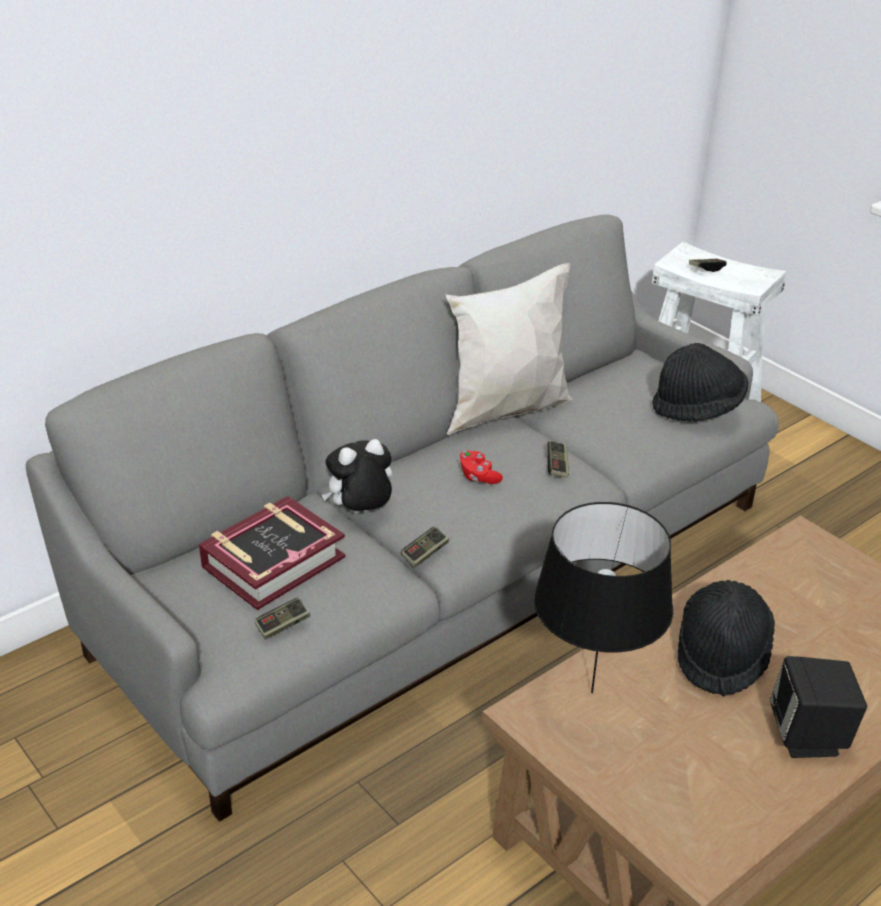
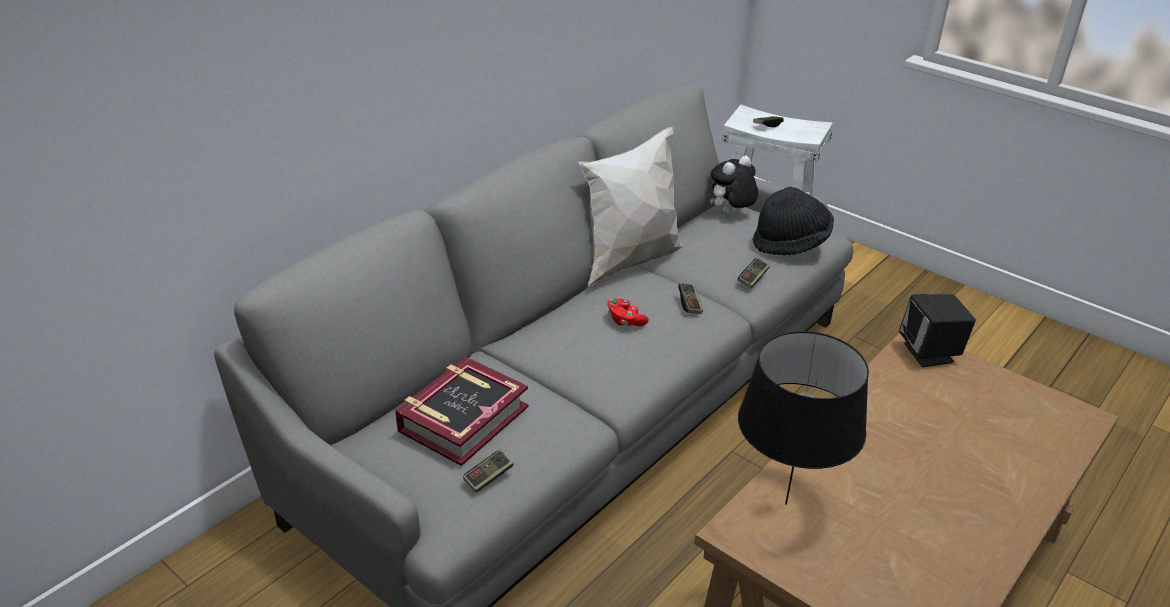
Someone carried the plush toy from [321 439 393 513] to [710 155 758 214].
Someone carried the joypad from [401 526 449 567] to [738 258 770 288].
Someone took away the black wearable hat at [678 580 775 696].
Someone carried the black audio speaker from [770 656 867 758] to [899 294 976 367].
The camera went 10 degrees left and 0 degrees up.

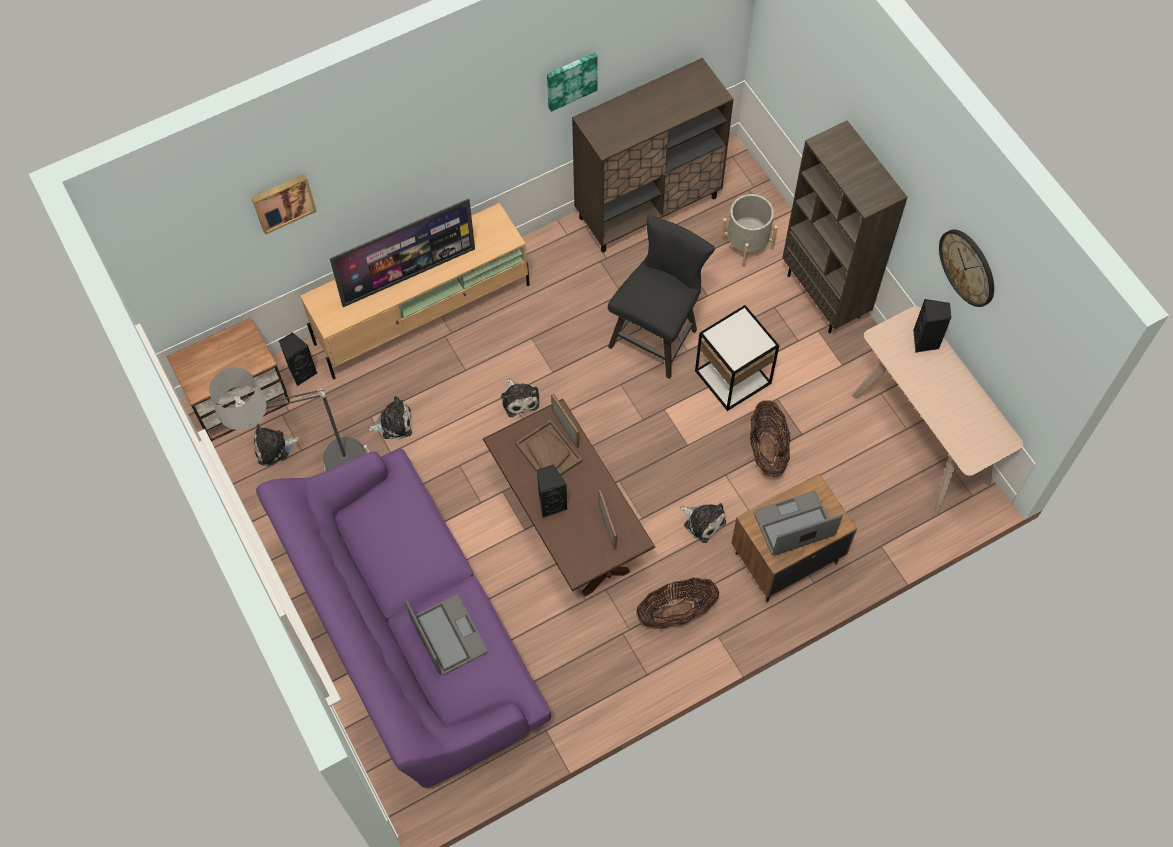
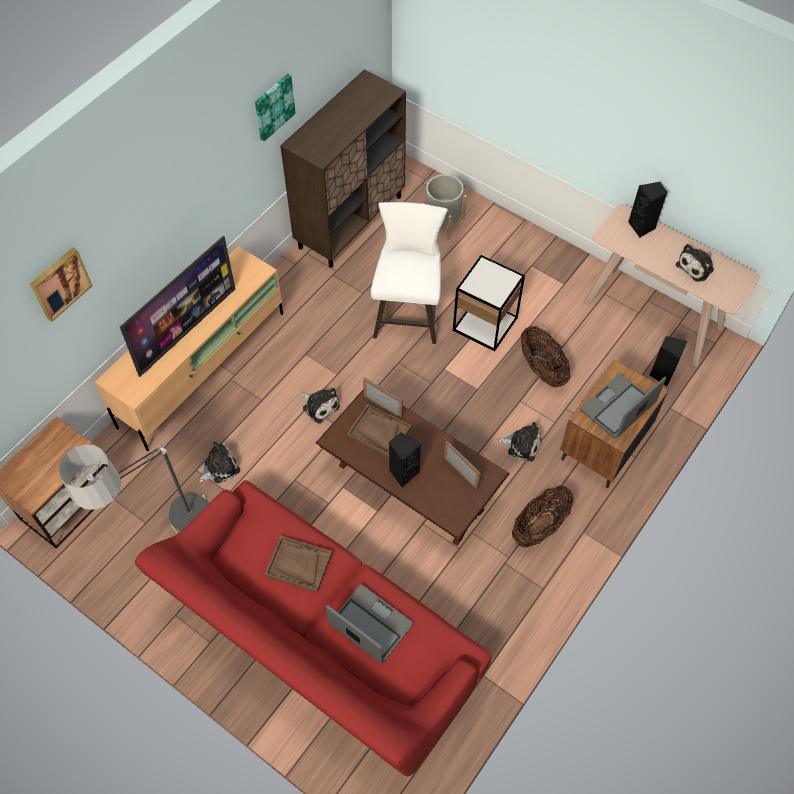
Someone took away the brown-coloured shelving unit at [782 120 907 333].
Someone repainted the black stool seat at [608 215 715 379], which became the whitish stool seat at [371 202 448 344].
Someone took away the wall clock at [939 229 994 307].
Someone carried the black audio speaker from [279 332 317 386] to [649 336 687 386].
Someone carried the plush toy from [254 424 300 466] to [676 244 714 282].
Someone repainted the purple-coloured sofa at [256 449 551 788], which became the reddish sofa at [135 480 492 777].
Someone put down the brown-coloured carrying tray at [264 535 332 592].
The camera went 25 degrees left and 5 degrees down.

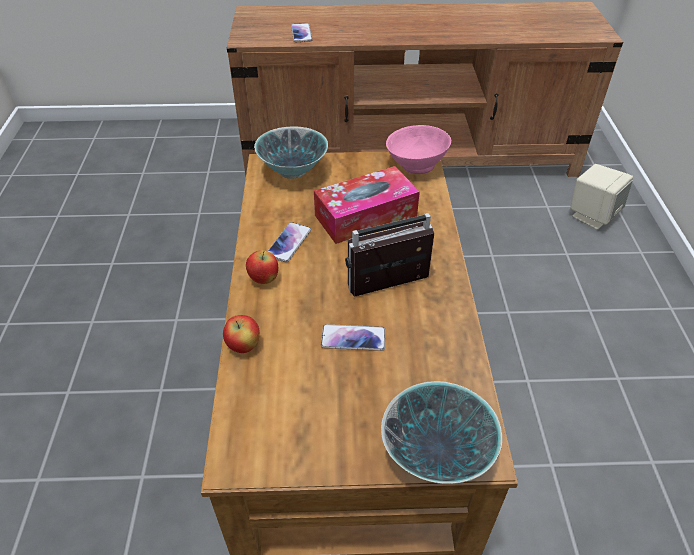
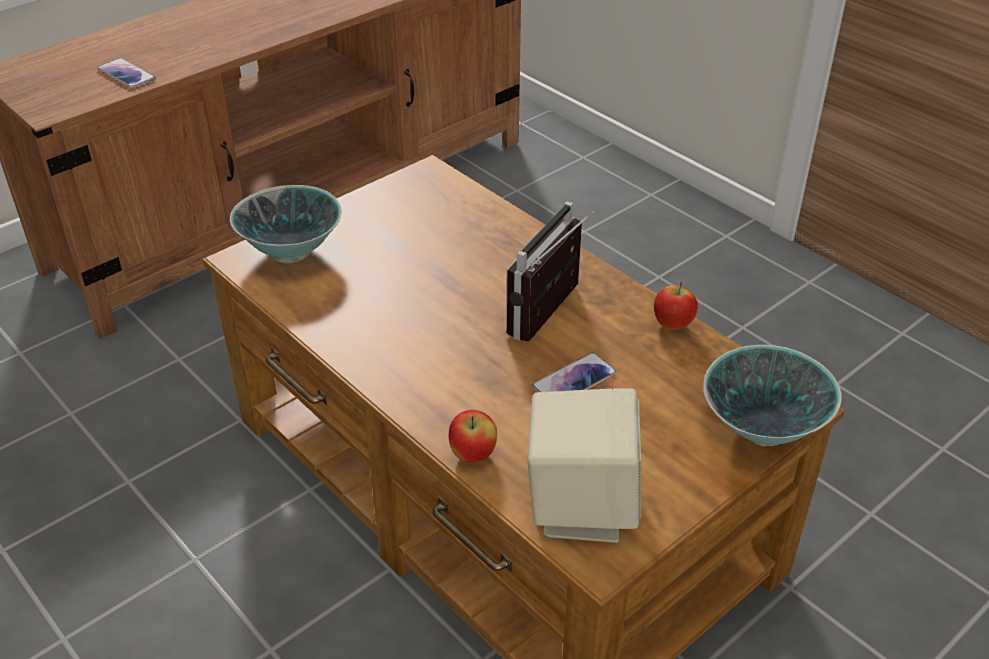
Someone took away the pink bowl at [386 125 451 174].
Someone carried the beige-coloured audio speaker from [570 164 633 230] to [528 389 642 543].
Someone took away the tissue holder at [314 166 420 244].
Someone took away the phone at [268 222 311 263].
Someone carried the apple fruit from [246 250 278 284] to [654 282 698 330].
The camera went 40 degrees left and 5 degrees down.

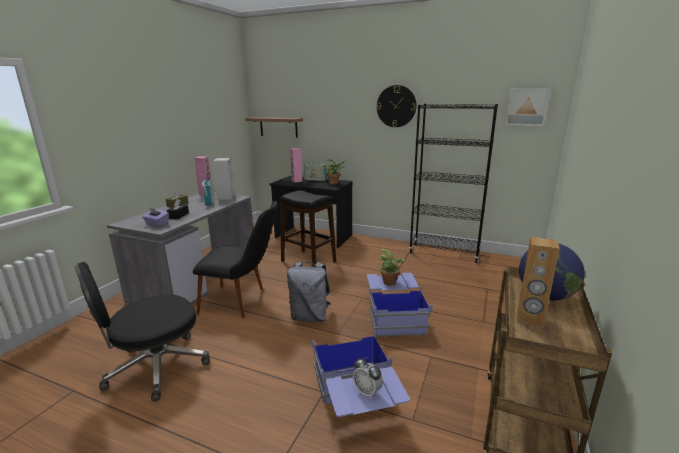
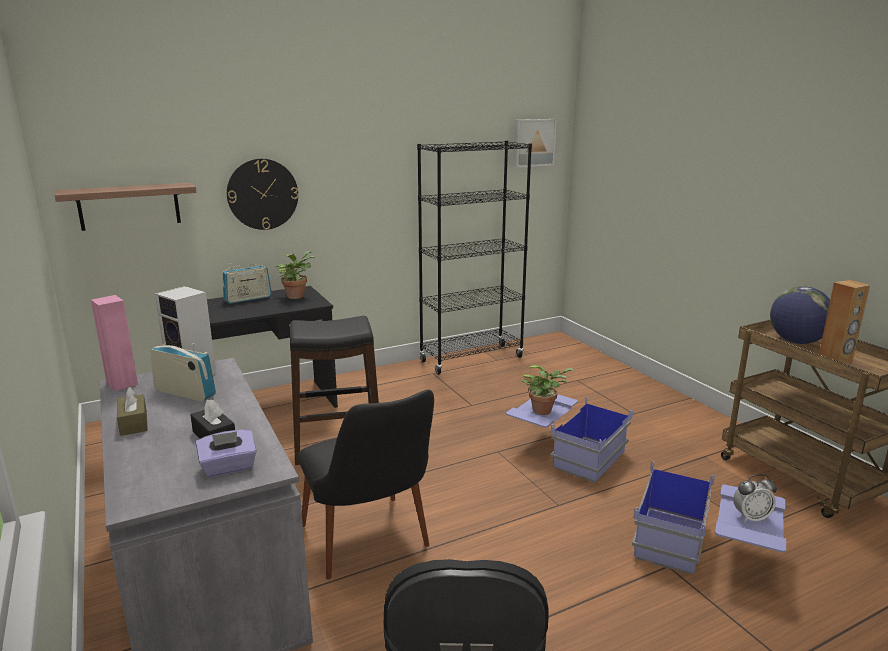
Someone carried the wall clock from [377 85 417 127] to [227 159 298 230].
Someone took away the pink audio speaker at [290 148 302 183].
Someone rotated the black plain chair at [193 201 277 318] by 105 degrees clockwise.
Someone took away the grey backpack at [287 262 331 322].
The camera went 50 degrees left and 0 degrees up.

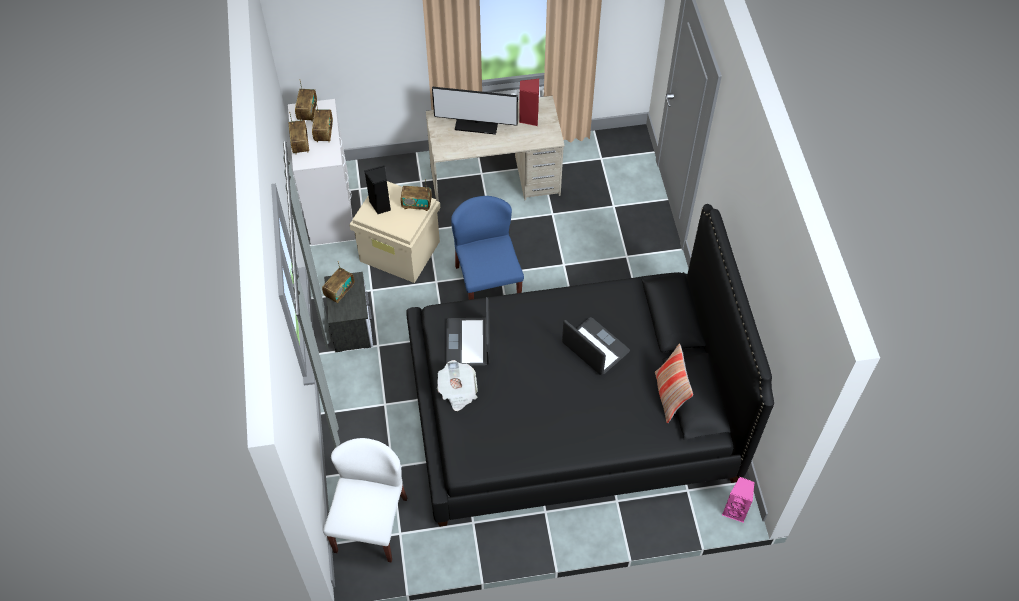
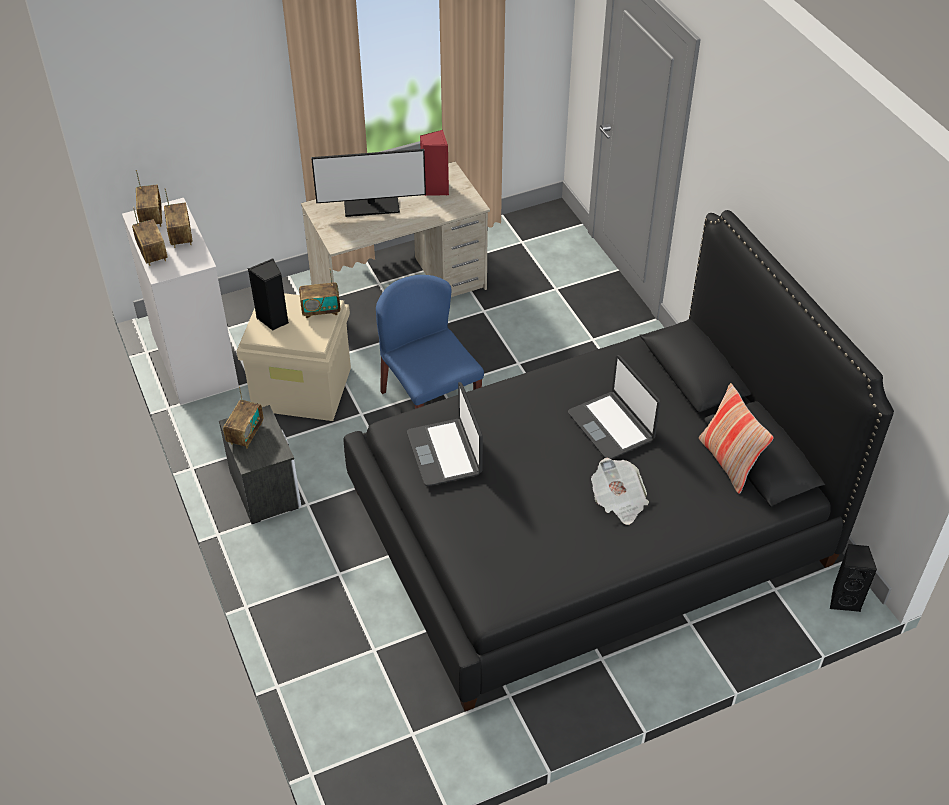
Someone rotated the laptop at [562 317 630 375] by 150 degrees counterclockwise.
Someone carried the newspaper from [437 360 478 411] to [591 458 649 525].
Someone took away the whitish plain chair at [323 438 407 562].
Someone repainted the pink audio speaker at [722 477 754 523], which became the black audio speaker at [830 544 877 612].
The camera went 15 degrees left and 10 degrees down.

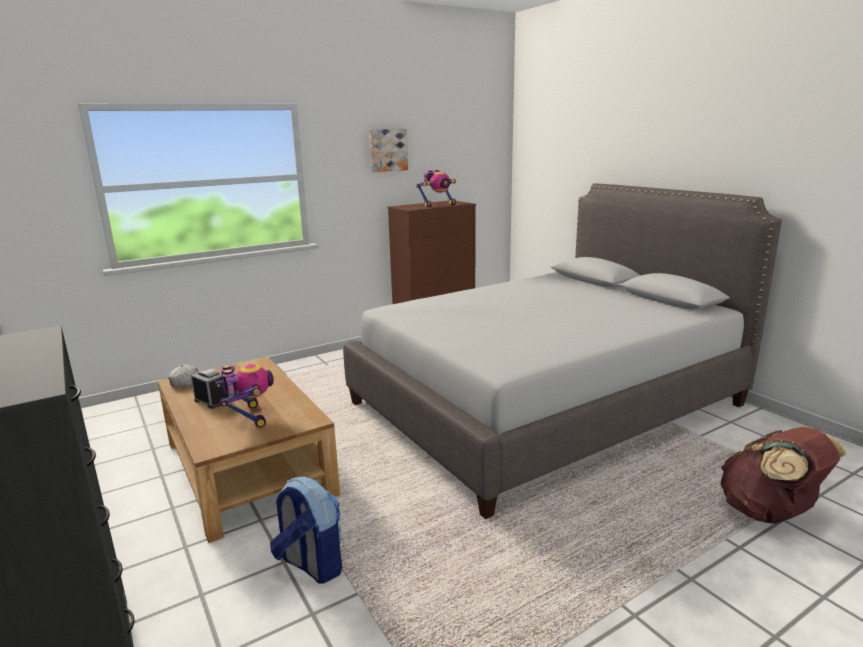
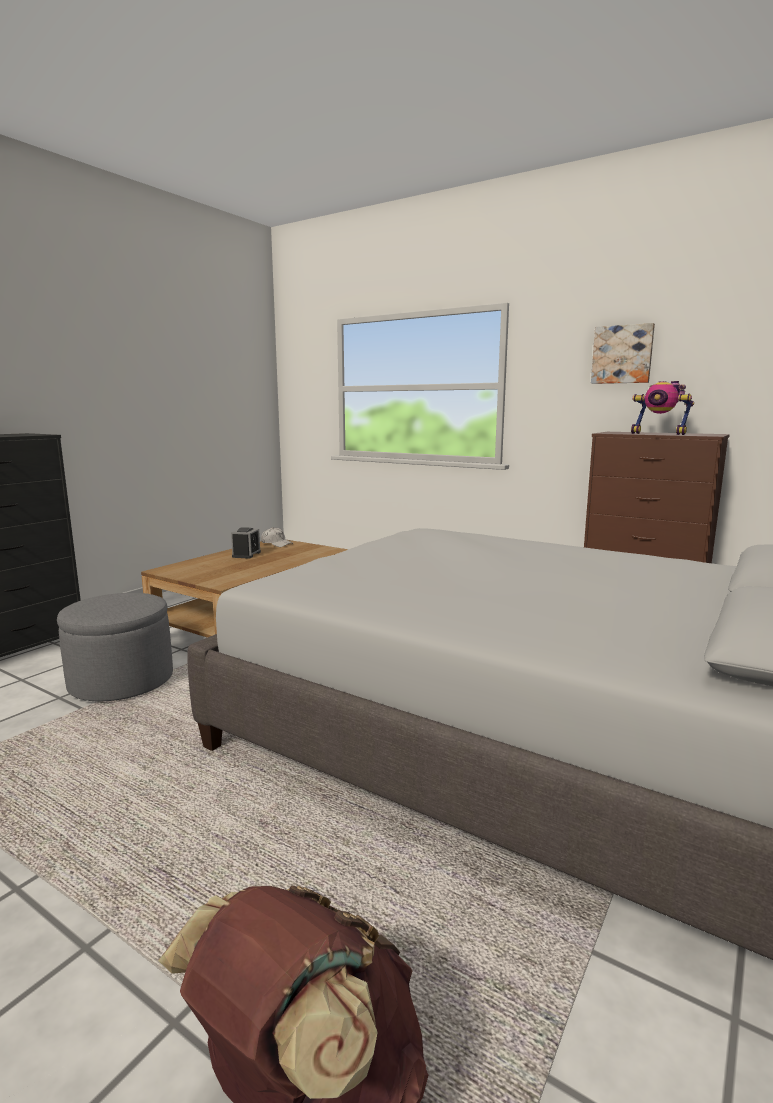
Someone took away the robot figure at [215 364 274 428].
Someone swapped the backpack at [270 477 342 583] for the grey footrest at [57 593 173 701].
The camera went 65 degrees right and 5 degrees down.

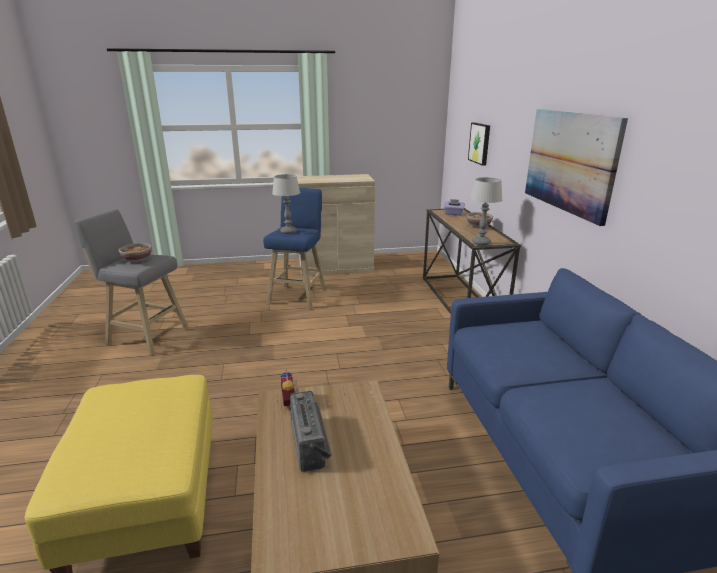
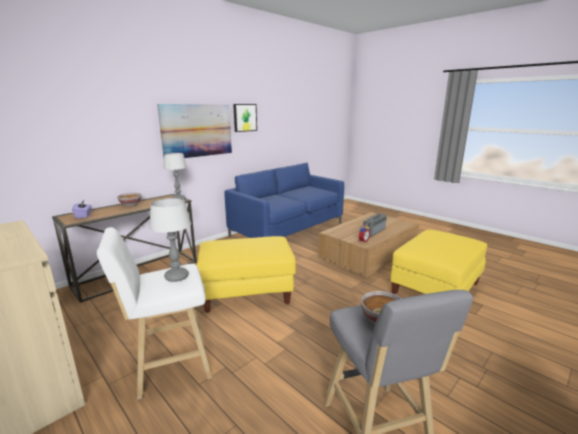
Someone carried the wall art from [468 122 490 166] to [233 104 257 132].
Someone repainted the blue stool seat at [263 188 326 309], which became the whitish stool seat at [97 227 212 399].
Someone put down the yellow footrest at [196 236 296 313].
The camera went 125 degrees left and 5 degrees down.

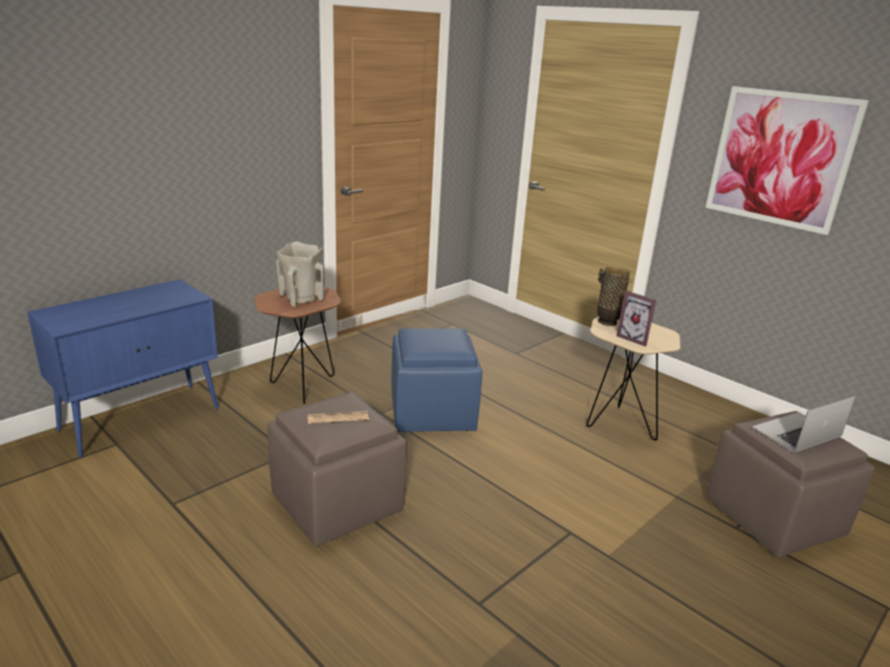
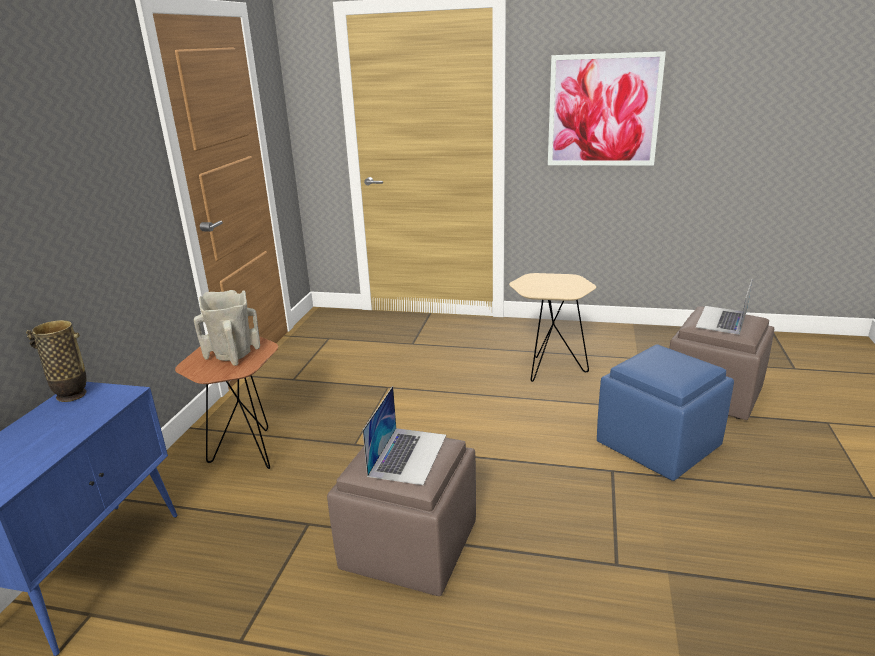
Someone carried the flower vase from [597 267 632 326] to [26 320 86 402].
Someone took away the photo frame at [616 291 656 347].
Someone carried the blue footrest from [392 328 482 432] to [597 344 734 481].
Someone swapped the newspaper at [308 411 369 424] for the laptop at [363 386 446 485].
The camera went 30 degrees left and 0 degrees up.

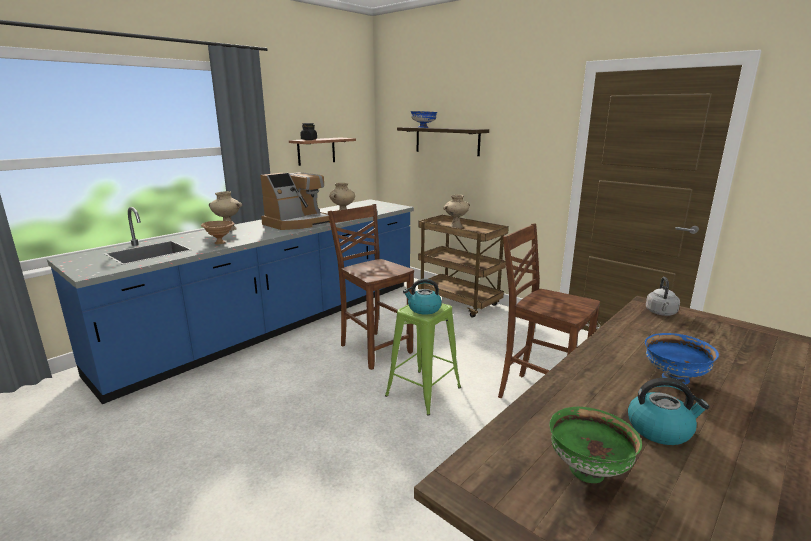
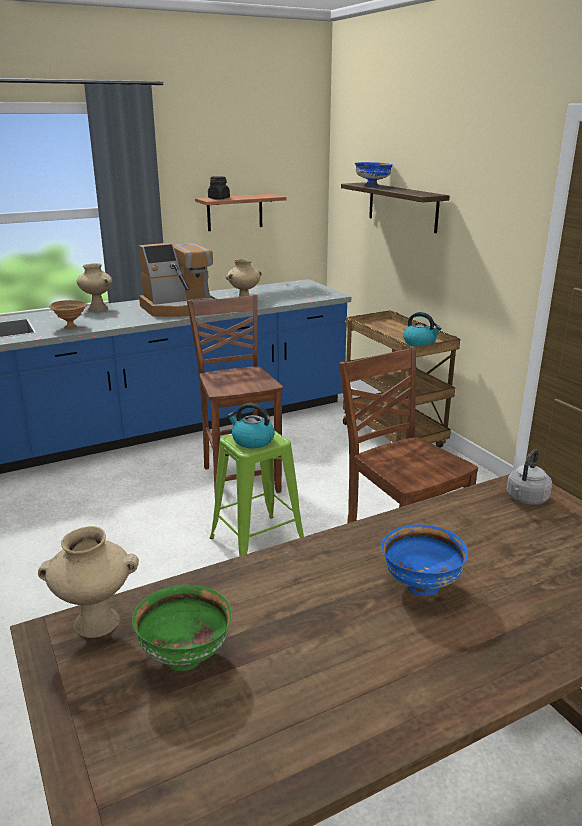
Someone carried the beige-coloured flower vase from [443 195 470 228] to [38 526 139 638].
Someone carried the water kettle from [628 378 710 445] to [403 312 442 347].
The camera went 20 degrees right and 5 degrees up.

